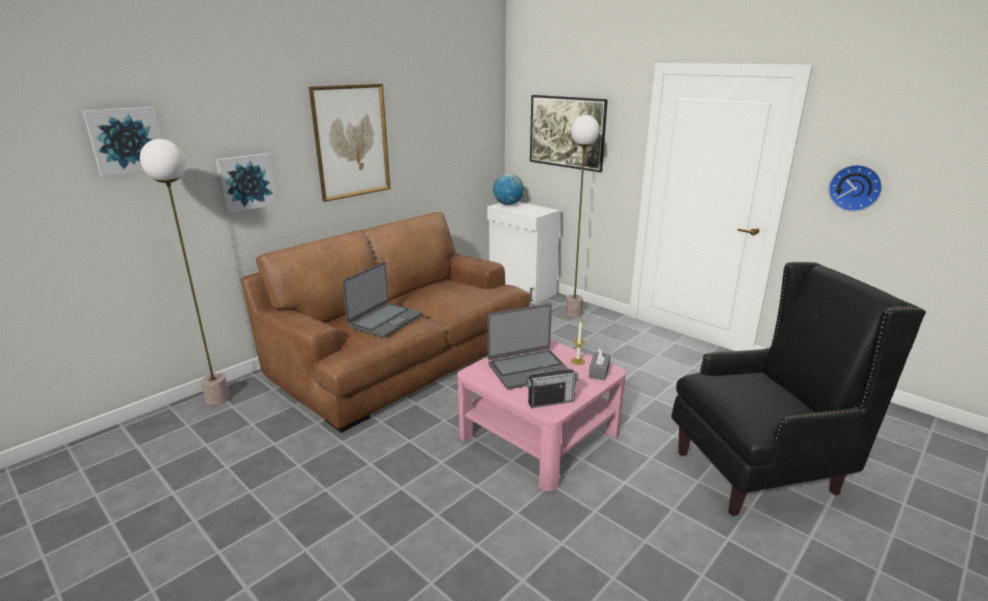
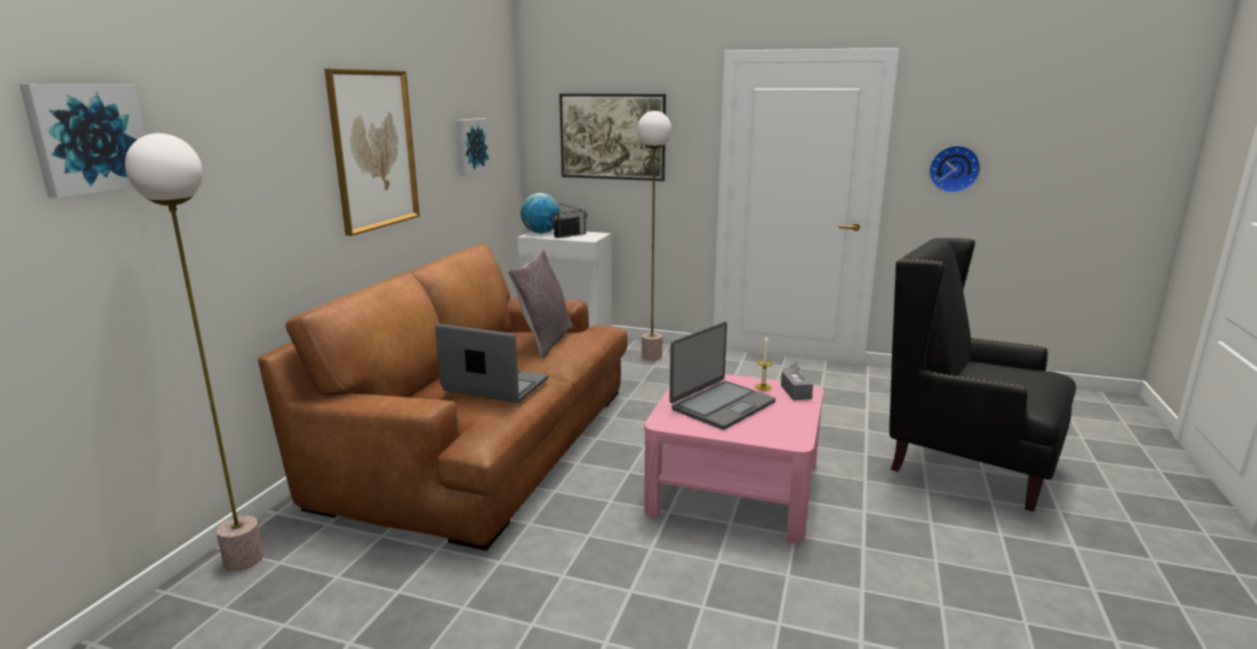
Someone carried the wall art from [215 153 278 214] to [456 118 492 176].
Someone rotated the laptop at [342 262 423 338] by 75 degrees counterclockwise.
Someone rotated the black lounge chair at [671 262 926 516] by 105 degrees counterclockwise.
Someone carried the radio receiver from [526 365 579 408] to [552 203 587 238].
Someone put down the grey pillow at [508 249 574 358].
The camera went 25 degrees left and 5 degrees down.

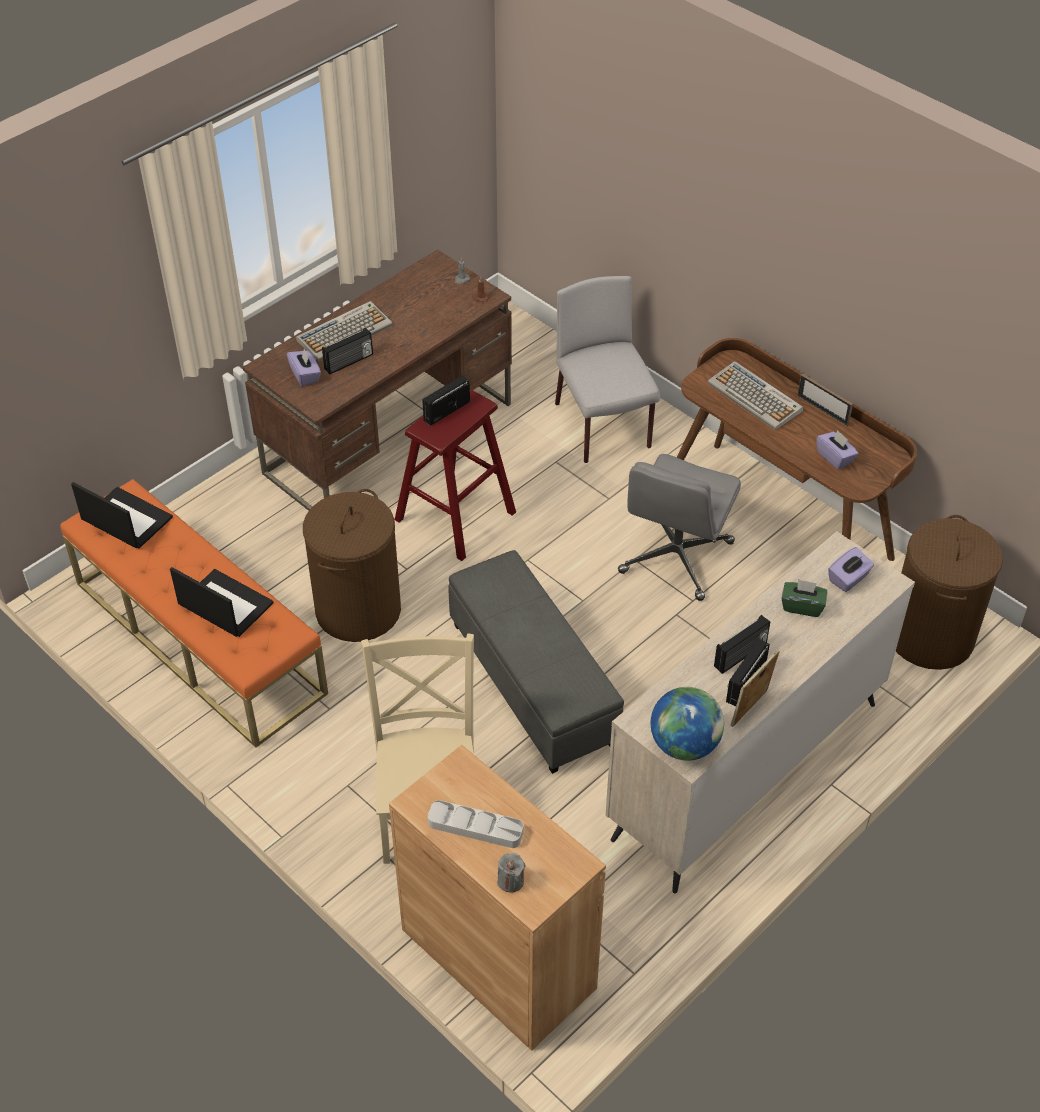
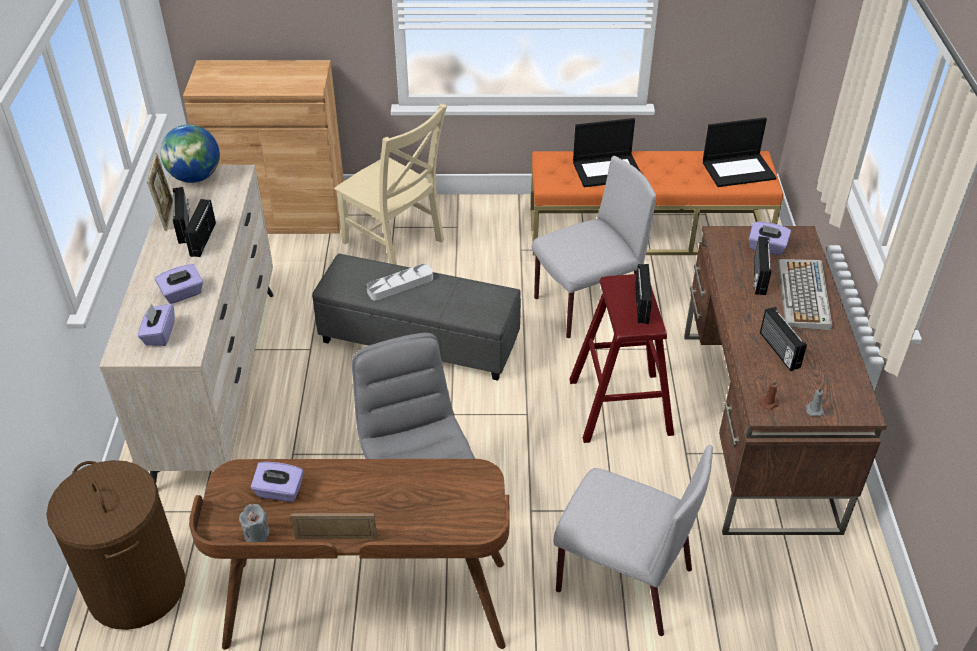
Someone took away the computer keyboard at [707 361 804 430].
Someone swapped the brown-coloured hamper at [303 489 401 642] for the grey plain chair at [532 156 656 338].
Someone repainted the greenish tissue holder at [782 579 827 617], which became the purple-coloured tissue holder at [155 264 203 304].
Someone carried the grey carrying tray from [428 800 524 848] to [366 264 433 301].
Someone carried the grey wax light from [497 853 526 893] to [239 504 270 542].
Someone put down the radio receiver at [760 307 807 371].
The camera went 135 degrees right and 5 degrees down.

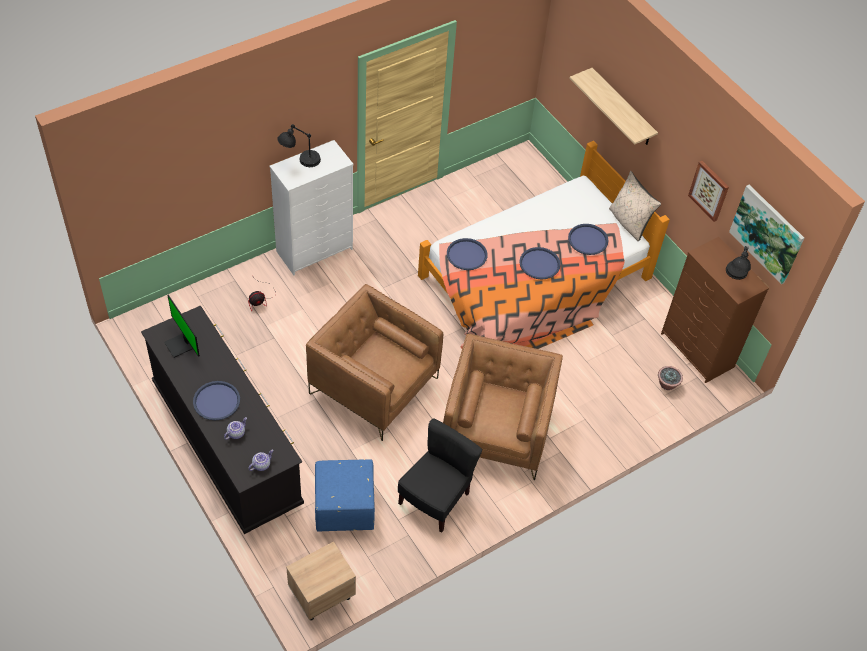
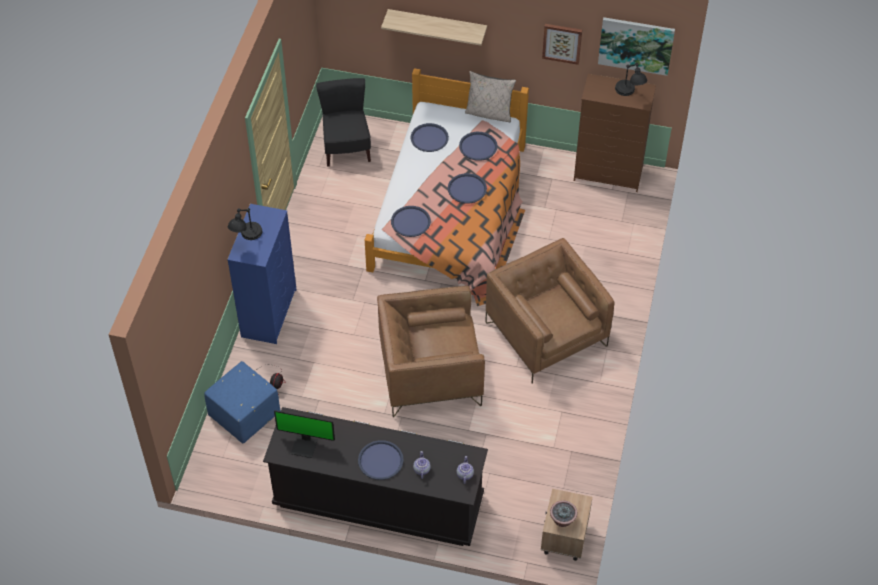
Someone repainted the whitish drawer chest at [269 140 354 275], which became the blue drawer chest at [227 204 297 344].
Someone carried the plant in a pot from [658 366 683 390] to [550 500 577 527].
Someone carried the black plain chair from [398 419 483 533] to [316 78 371 167].
Someone carried the blue footrest from [315 459 375 532] to [204 361 281 443].
Someone put down the blue carrying tray at [411 123 449 152].
The camera went 40 degrees left and 0 degrees up.

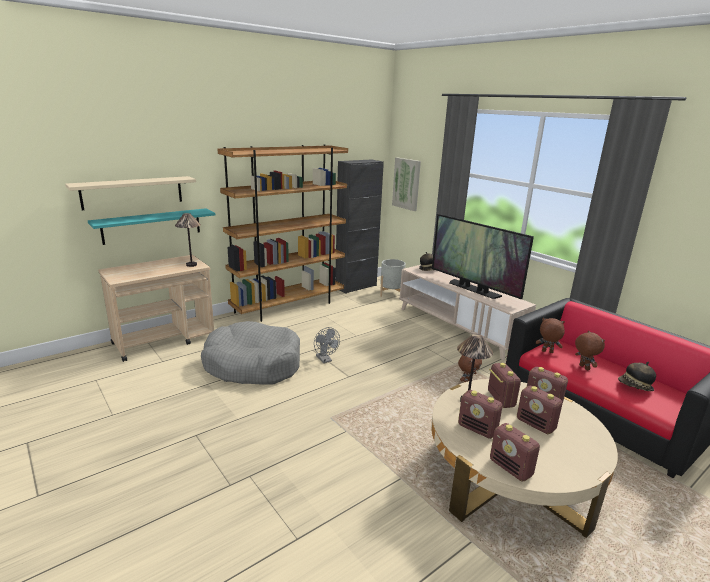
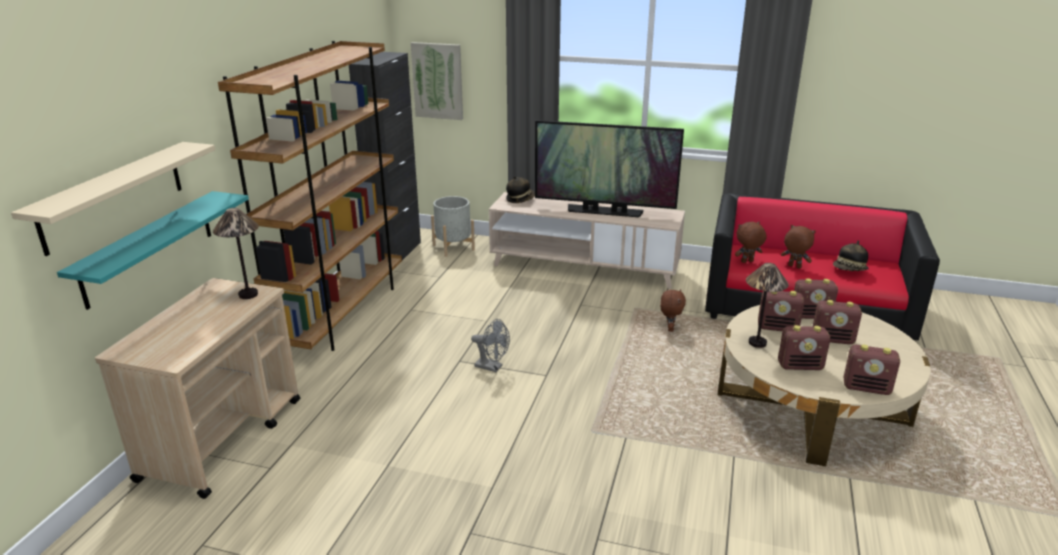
Someone took away the grey dog bed at [201 321 300 385].
Someone rotated the radio receiver at [488 363 521 408] by 150 degrees clockwise.
The camera went 35 degrees left and 5 degrees up.

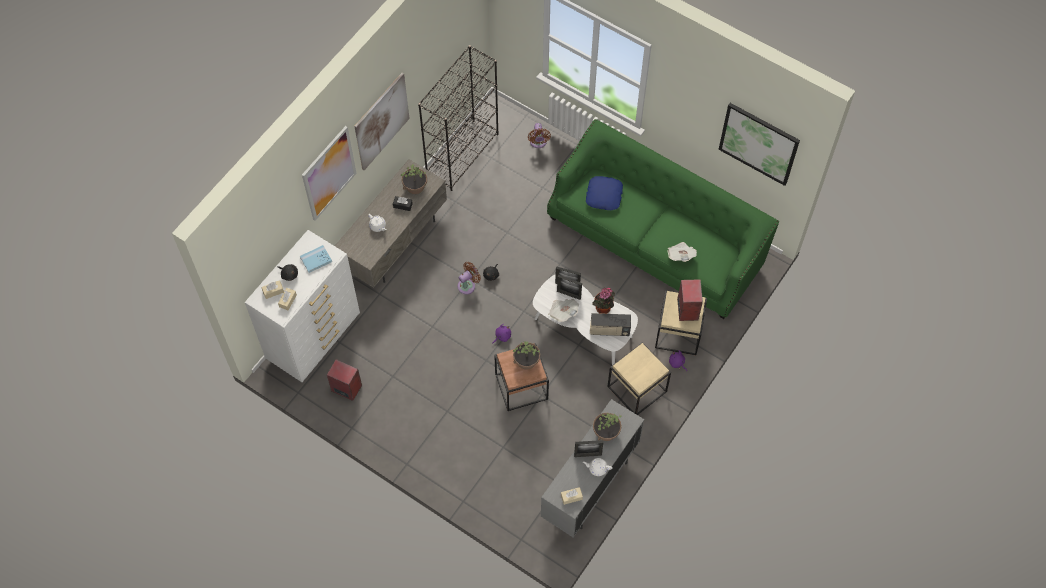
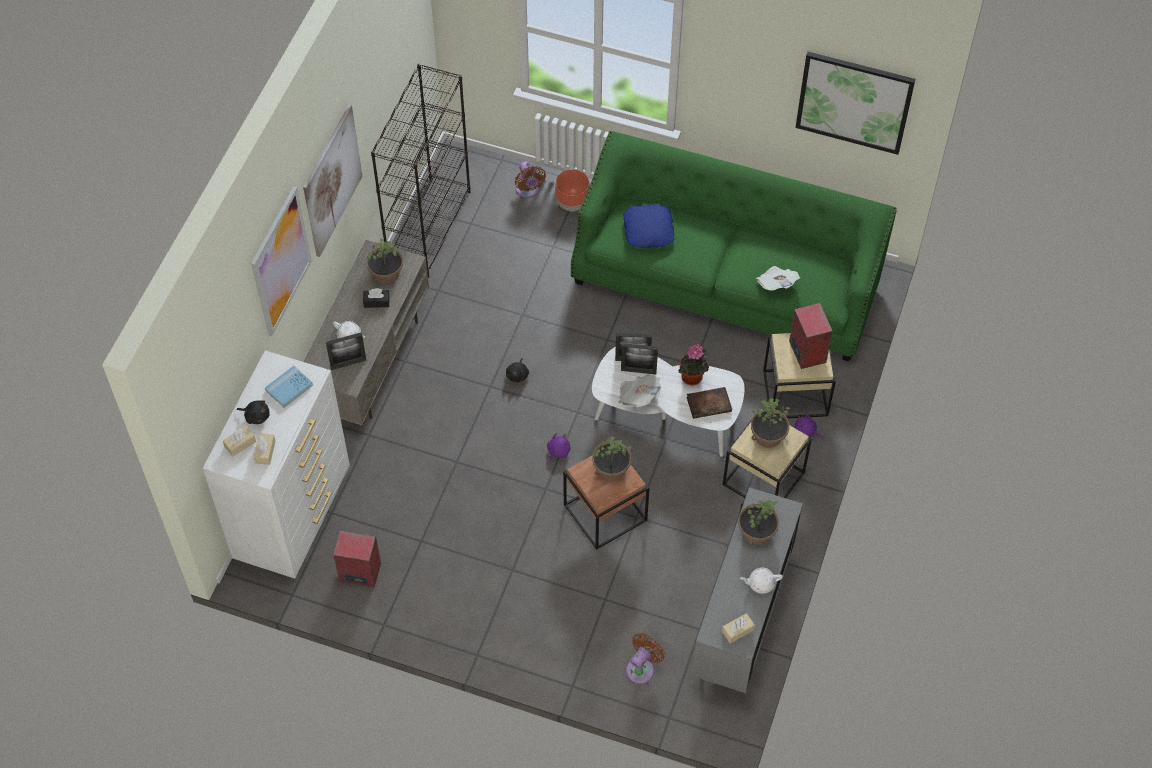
Someone carried the brown-coloured electric fan from [457 262 481 295] to [626 633 665 684].
Someone swapped the radio receiver at [590 313 631 336] for the book at [687 387 732 419].
Someone carried the photo frame from [574 440 603 457] to [326 332 367 370].
Someone put down the brown-coloured flower pot at [555 169 589 212].
Someone put down the plant in a pot at [751 398 791 448].
The camera went 15 degrees left and 5 degrees down.

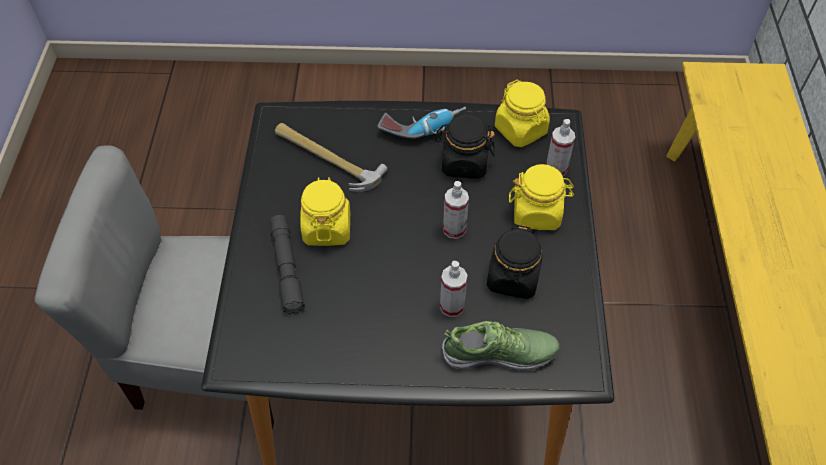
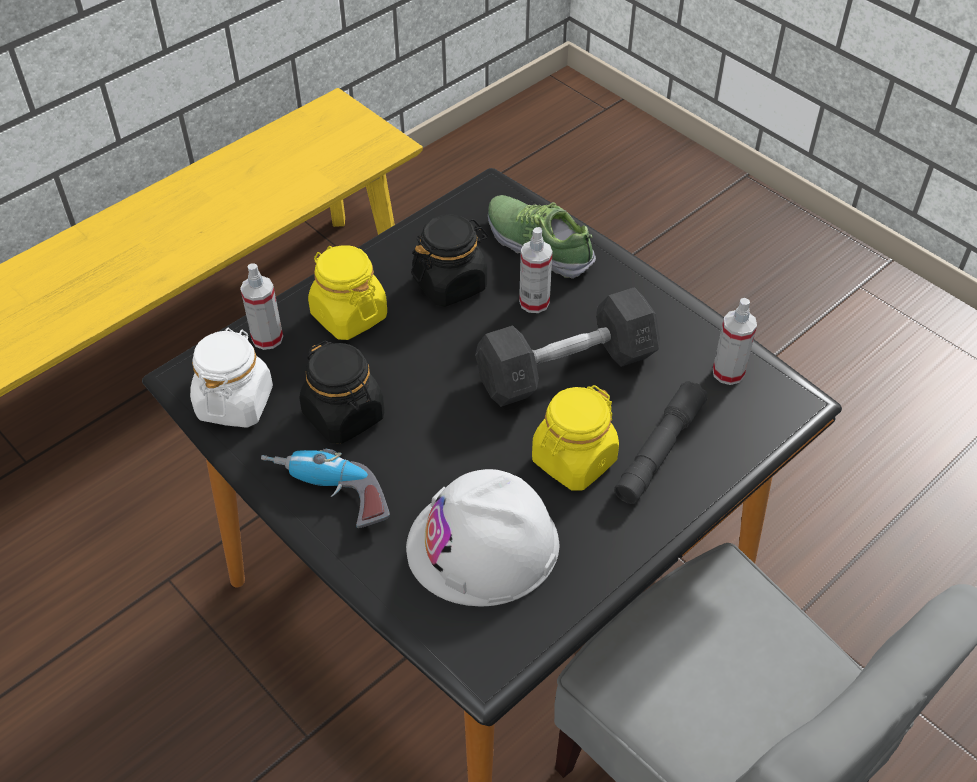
Someone repainted the yellow storage jar at [495 80 550 147], which became the whitish storage jar at [190 328 273 428].
Someone swapped the hammer at [275 123 387 192] for the whitish safety helmet at [406 469 559 607].
Someone carried the hand sprayer from [443 181 469 239] to [713 298 757 385].
Someone put down the grey hand weight at [475 287 660 407].
The camera went 135 degrees left and 5 degrees down.

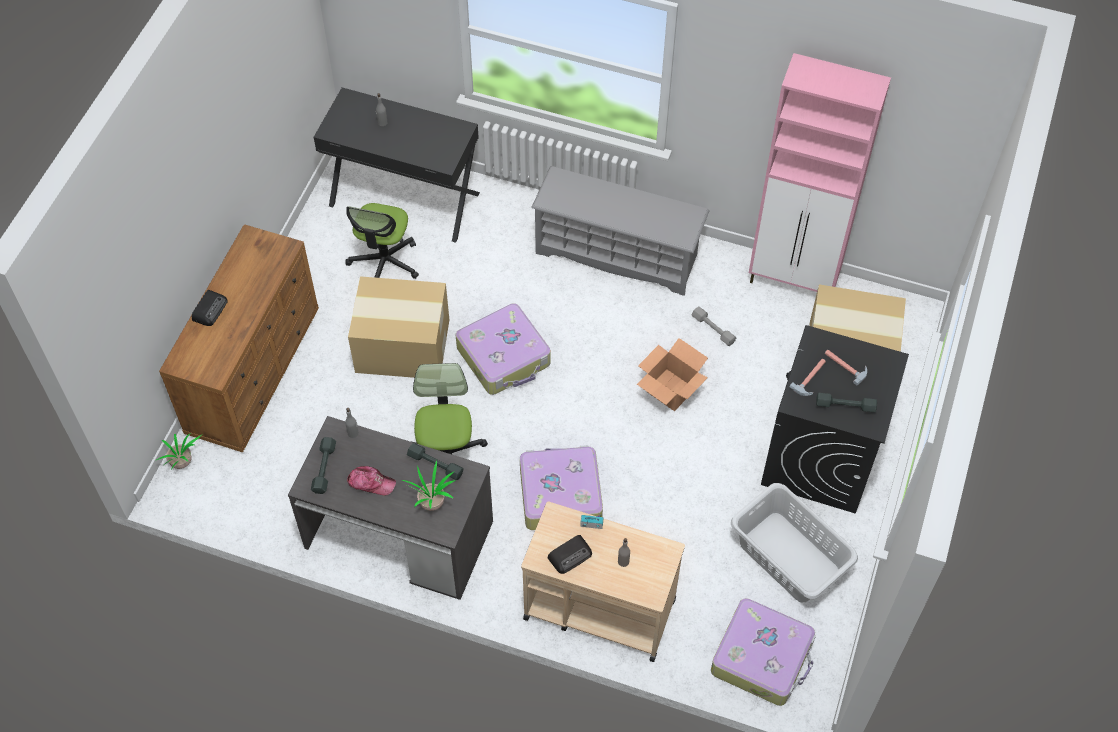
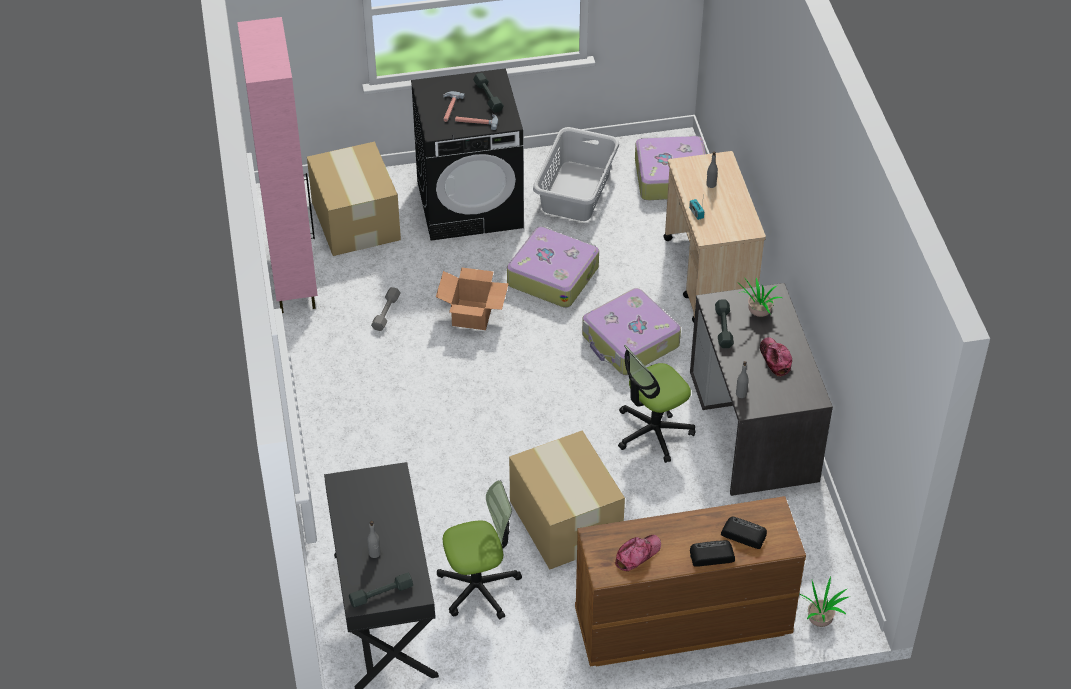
Someone took away the grey shoe rack at [531 166 710 296].
Someone carried the piece of luggage from [456 303 551 395] to [507 226 599 308].
Someone carried the grey hand weight from [311 437 336 494] to [349 573 413 608].
Someone carried the radio receiver from [548 535 592 574] to [721 516 767 549].
Someone put down the peaked cap at [615 535 661 571].
The camera went 120 degrees left and 10 degrees down.

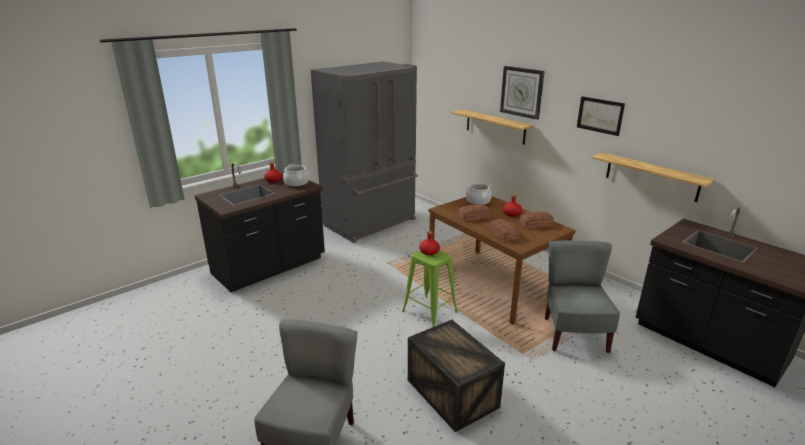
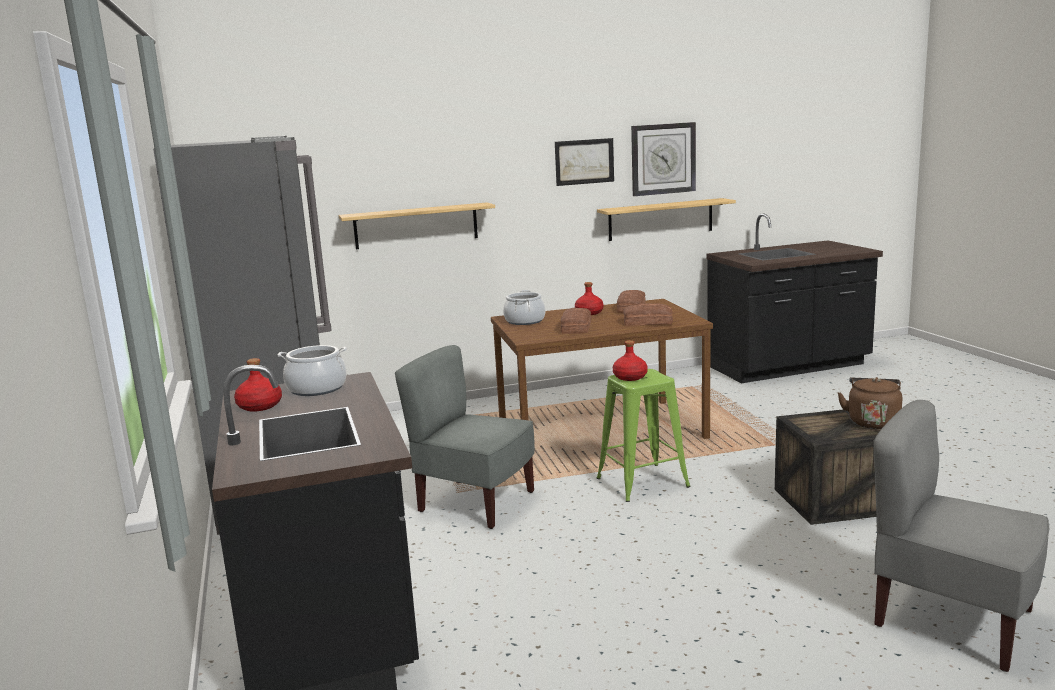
Someone carried the wall clock from [500 66 545 120] to [631 122 696 196].
Someone carried the grey plain chair from [545 241 620 353] to [395 345 534 529].
Someone put down the brown-coloured water kettle at [838 377 902 429].
The camera went 65 degrees left and 10 degrees down.

